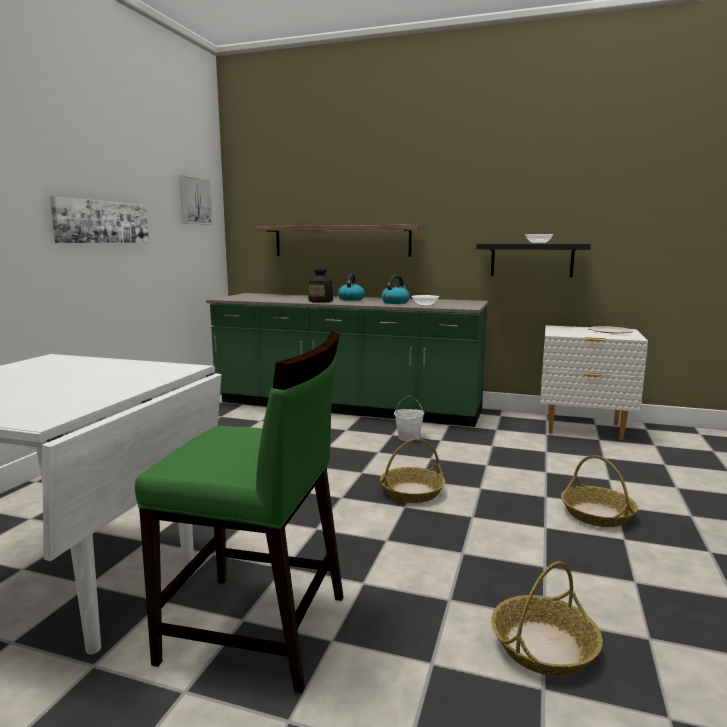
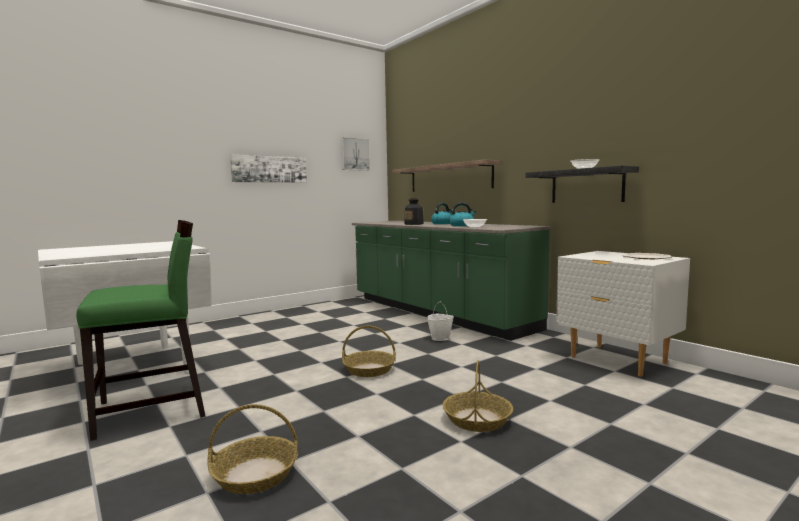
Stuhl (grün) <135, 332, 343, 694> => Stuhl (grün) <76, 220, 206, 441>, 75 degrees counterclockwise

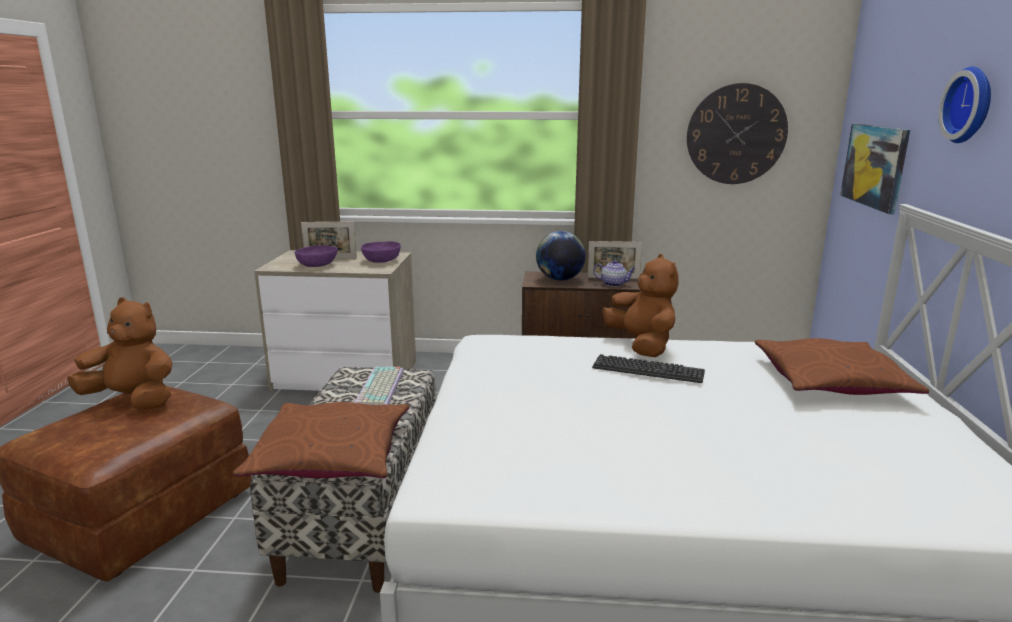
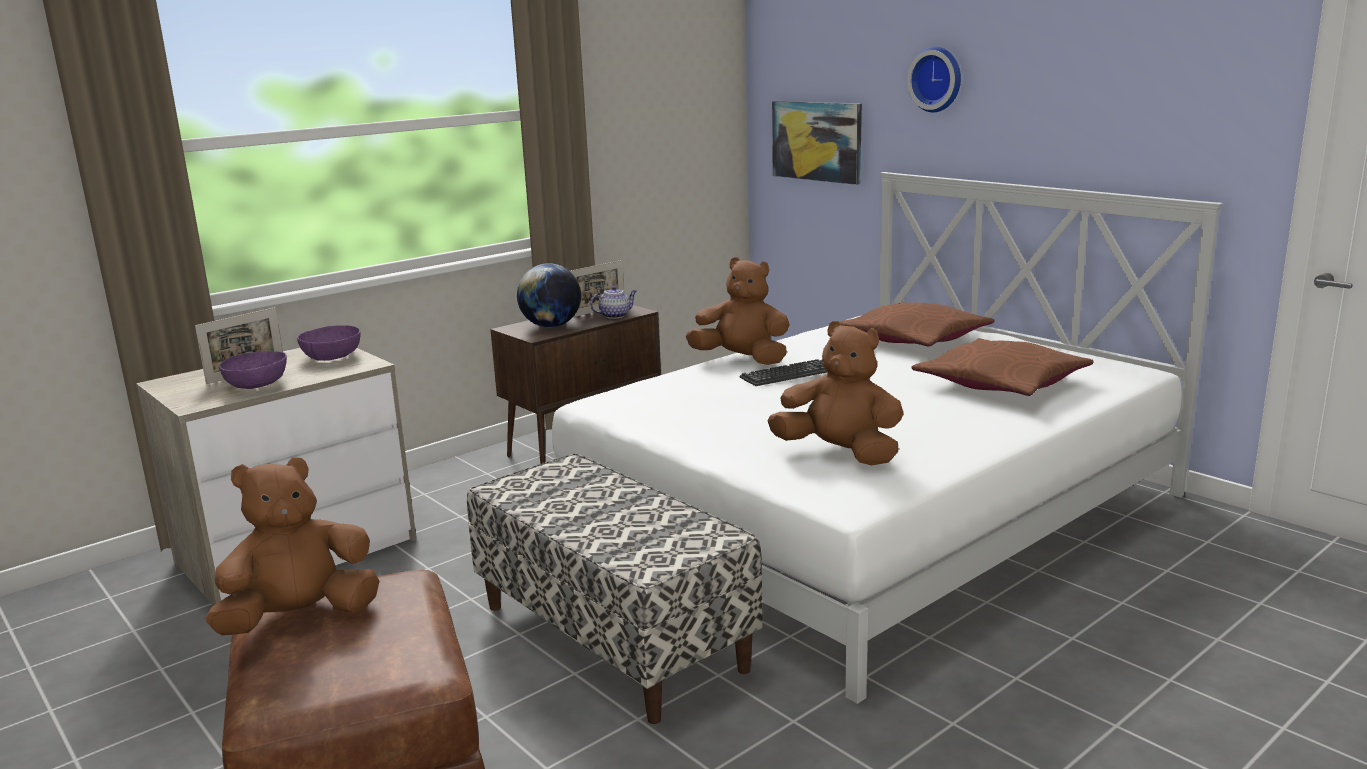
nothing => Plüschtier (braun) <767, 321, 904, 466>
Kissen (braun) <233, 402, 410, 478> => Kissen (braun) <911, 338, 1093, 396>, shifted
Tastatur <355, 366, 404, 405> => nothing
Wanduhr <687, 83, 788, 184> => nothing

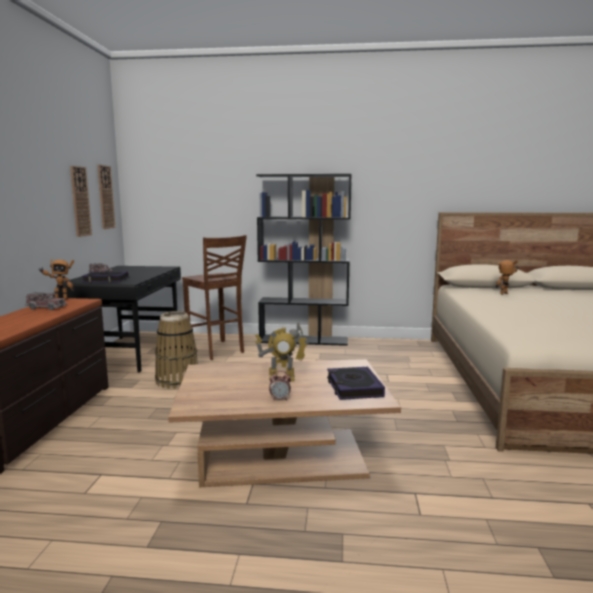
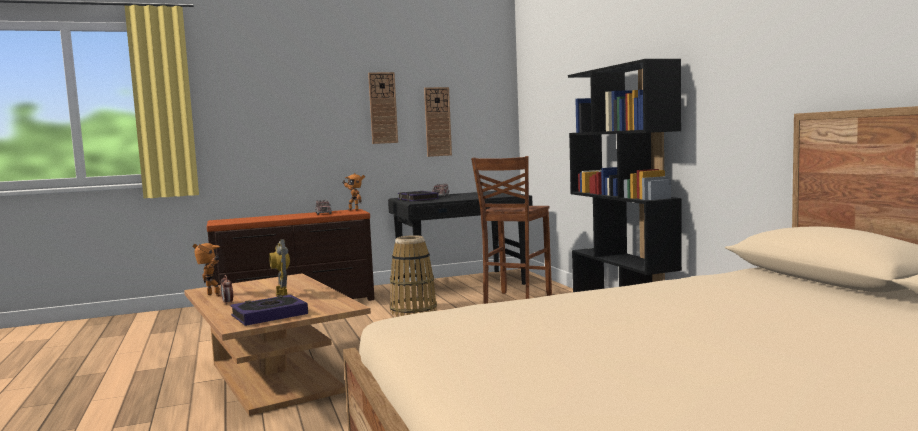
Spielzeugroboter <496, 260, 519, 295> => Spielzeugroboter <193, 243, 220, 297>, shifted
Wanduhr <97, 165, 116, 229> => Wanduhr <368, 72, 398, 144>, shifted

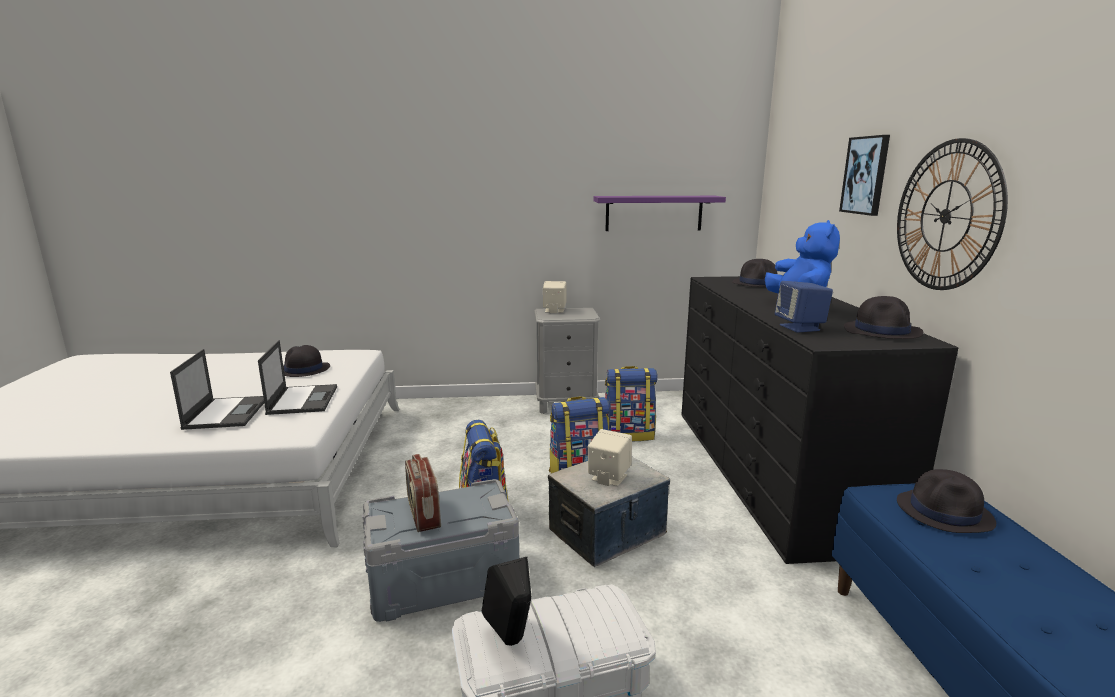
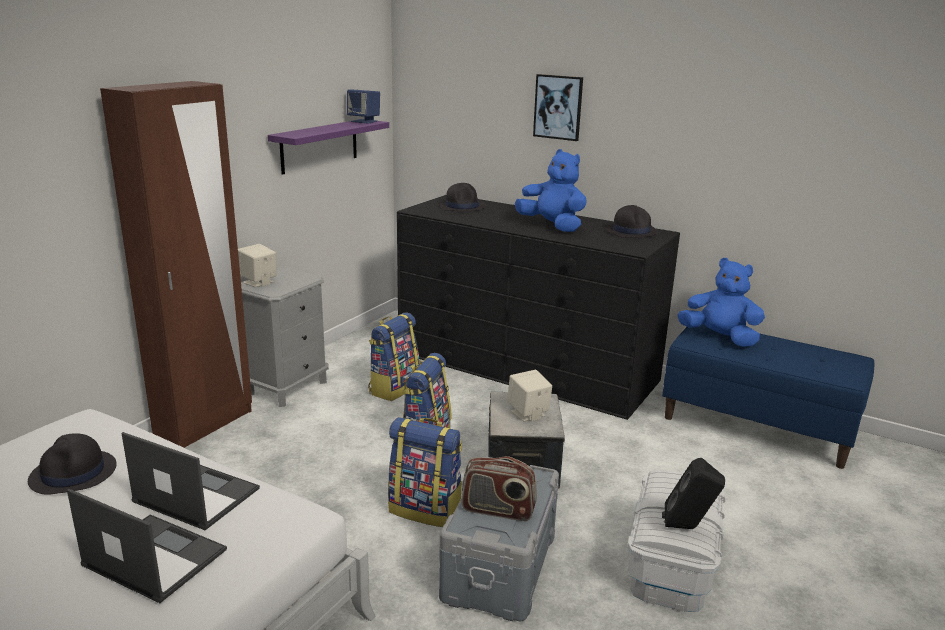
nothing => Kleiderschrank (braun) <100, 81, 252, 448>
Lautsprecher (blau) <775, 281, 833, 333> => Lautsprecher (blau) <347, 89, 380, 124>, shifted
Hut (schwarz) <897, 469, 996, 533> => Plüschtier (blau) <677, 258, 765, 347>
Wanduhr <897, 138, 1008, 290> => nothing

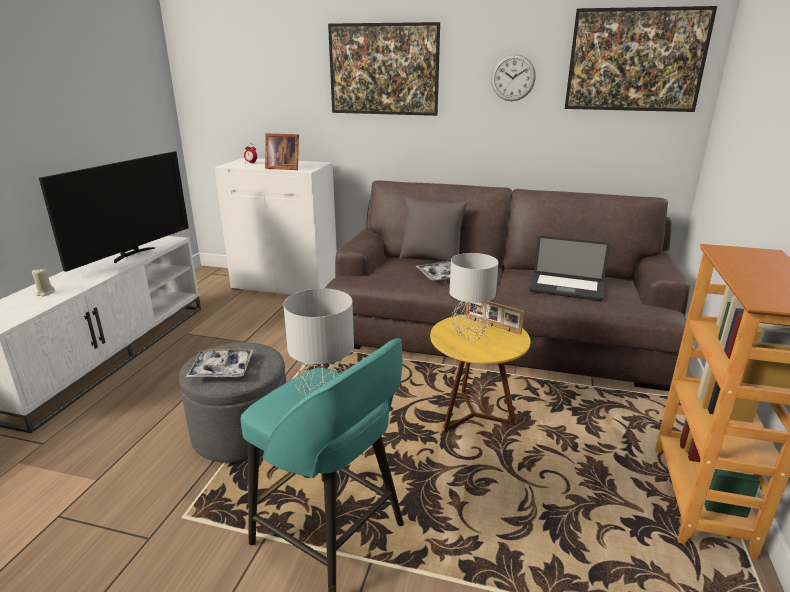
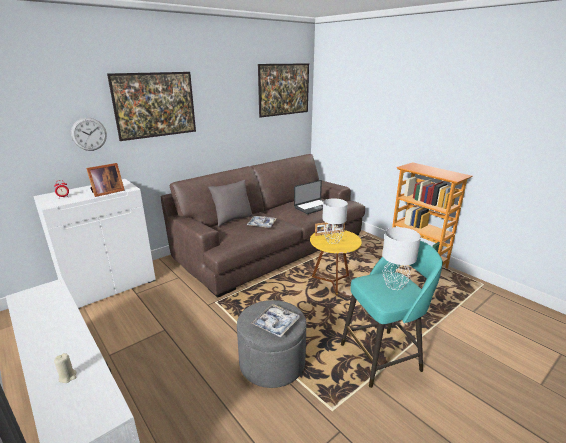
Wanduhr <491, 54, 536, 101> => Wanduhr <71, 118, 107, 151>, shifted
Fernseher <39, 151, 189, 272> => nothing

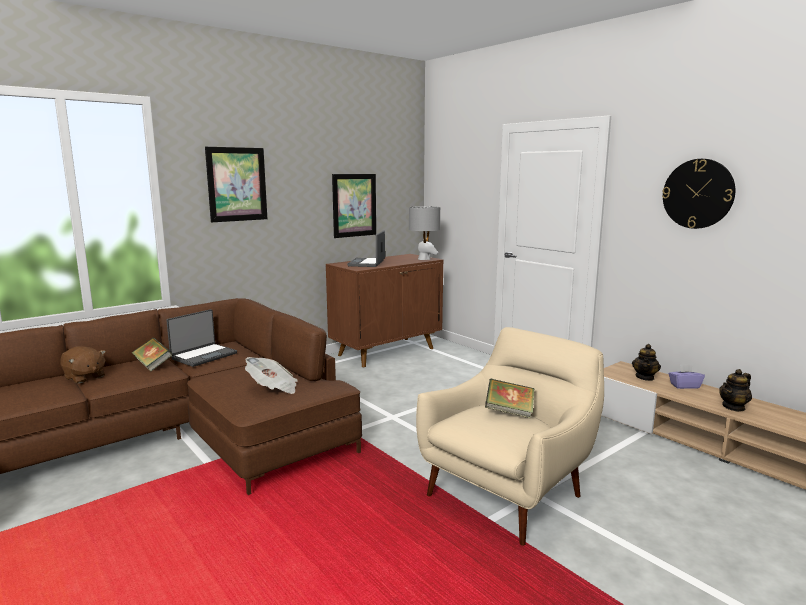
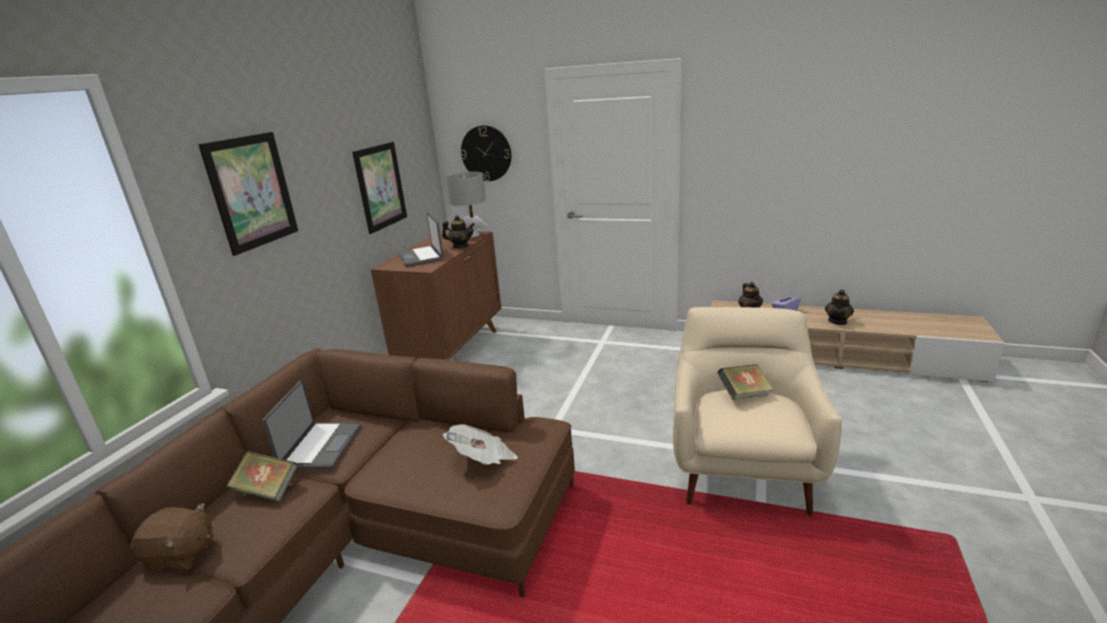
nothing => Teekanne <442, 215, 475, 248>
Wanduhr <662, 159, 735, 229> => Wanduhr <461, 125, 511, 181>, shifted

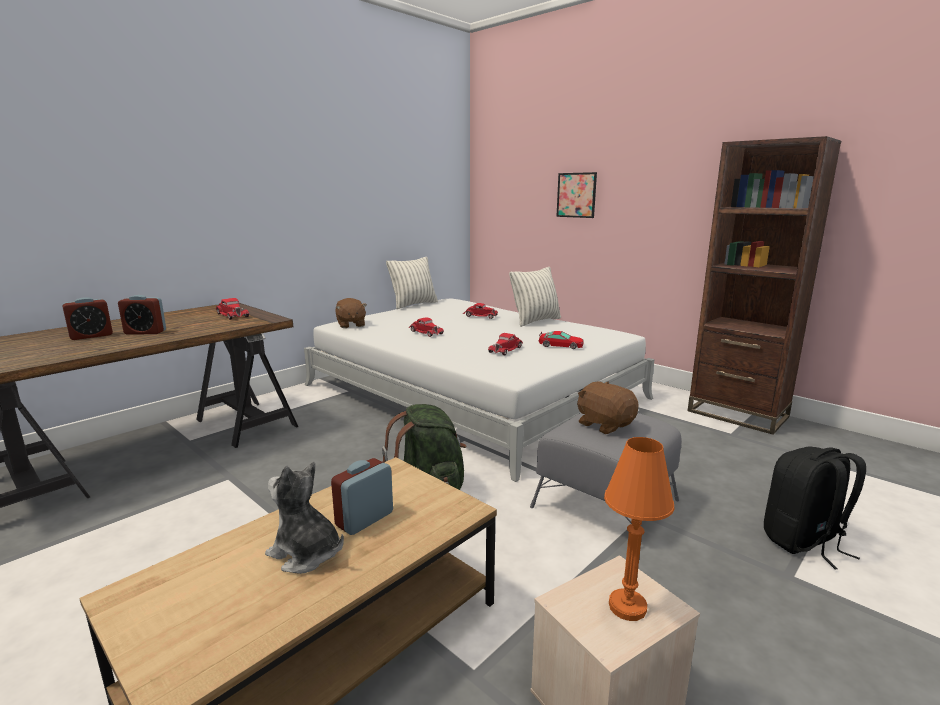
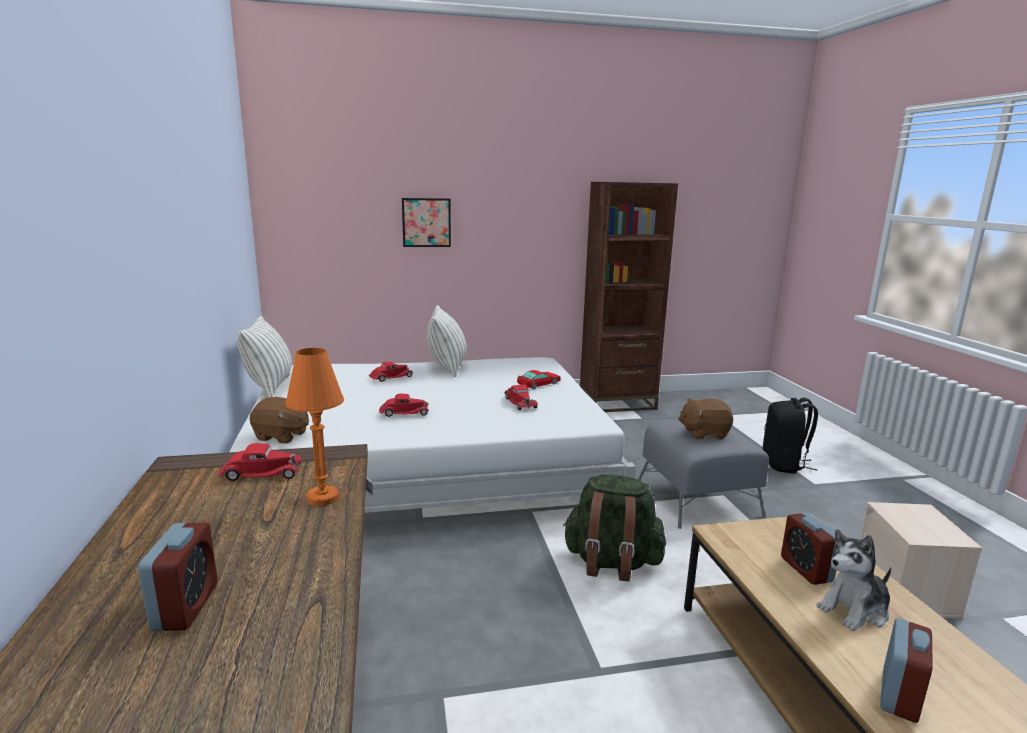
Tischlampe (orange) <604, 437, 674, 621> => Tischlampe (orange) <285, 348, 344, 506>, shifted
Wecker <118, 295, 166, 335> => Wecker <880, 618, 933, 723>, shifted

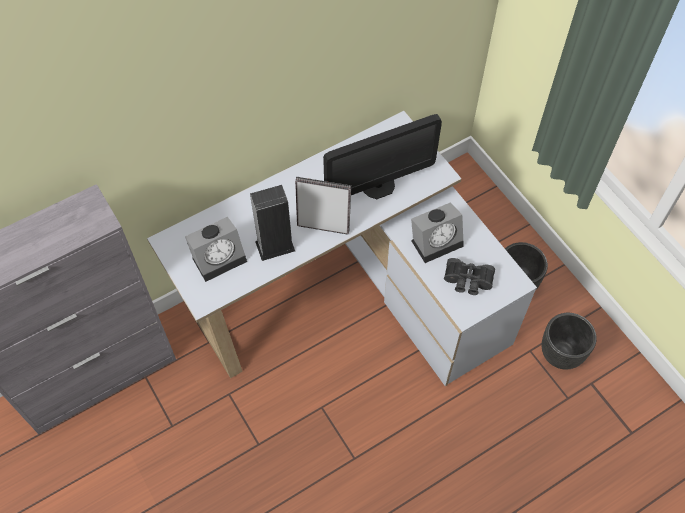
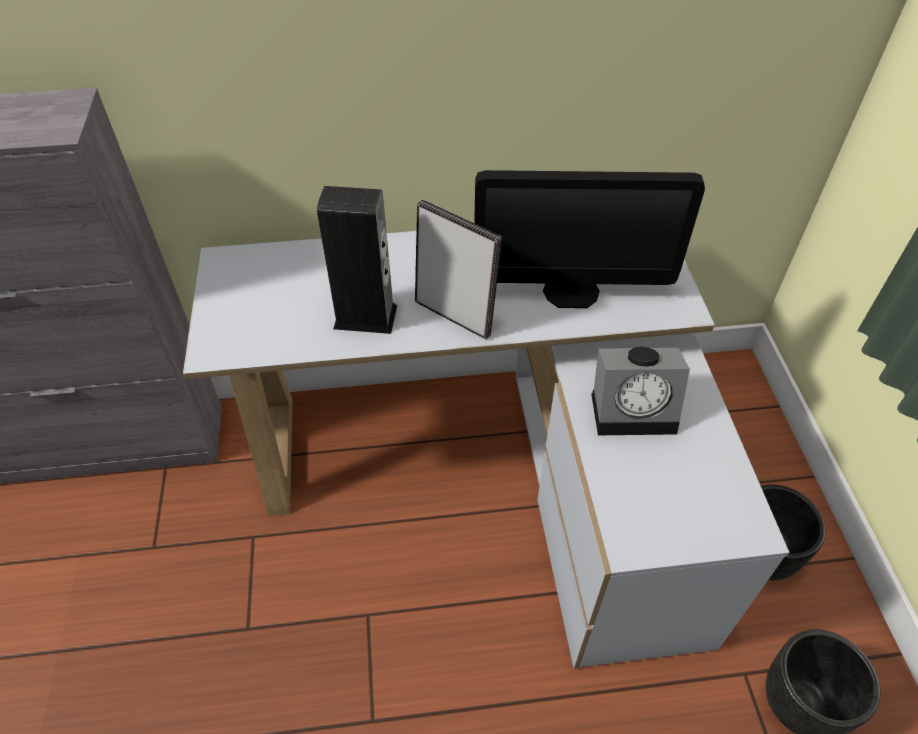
Wecker <185, 217, 247, 282> => nothing
Fernglas (schwarz) <444, 258, 495, 295> => nothing

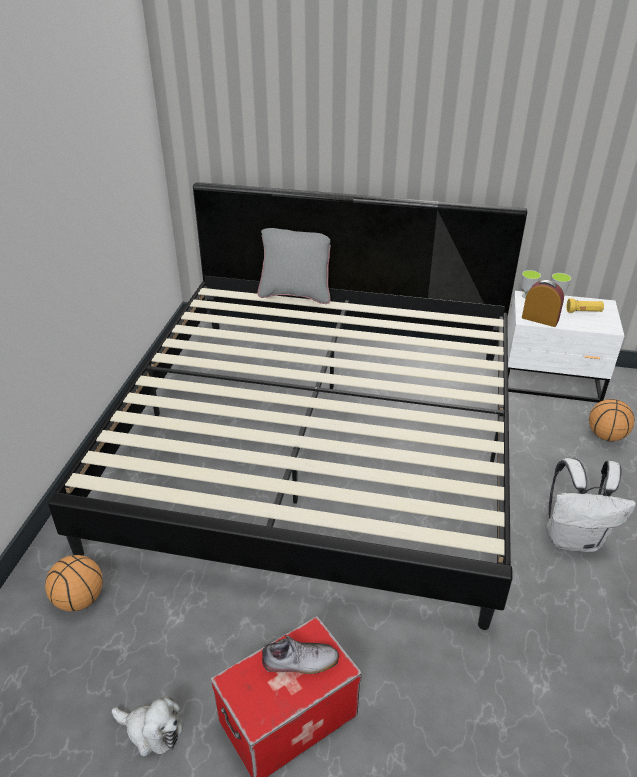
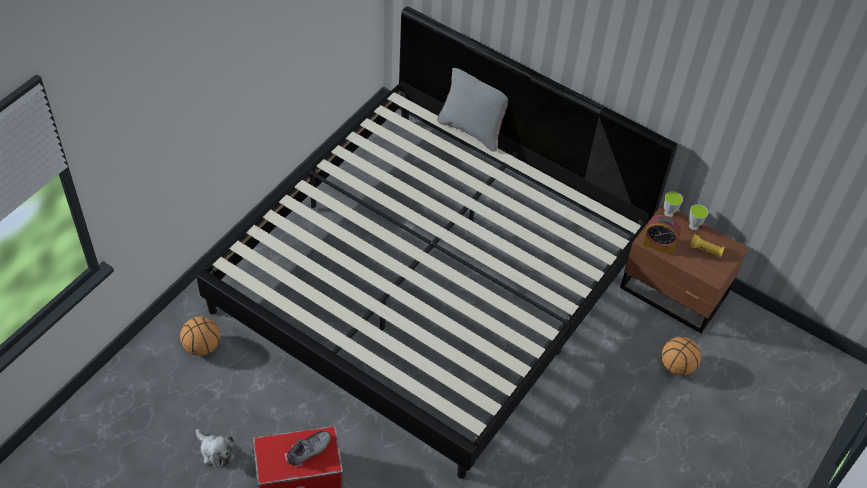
Schuh <262, 635, 339, 674> => Schuh <286, 431, 331, 466>, 60 degrees counterclockwise
Nachttisch (weiß) <508, 291, 624, 403> => Nachttisch (braun) <620, 203, 748, 334>
Wecker <522, 280, 564, 327> => Wecker <642, 215, 681, 255>, 150 degrees clockwise
Rucksack (weiß) <547, 458, 636, 552> => nothing

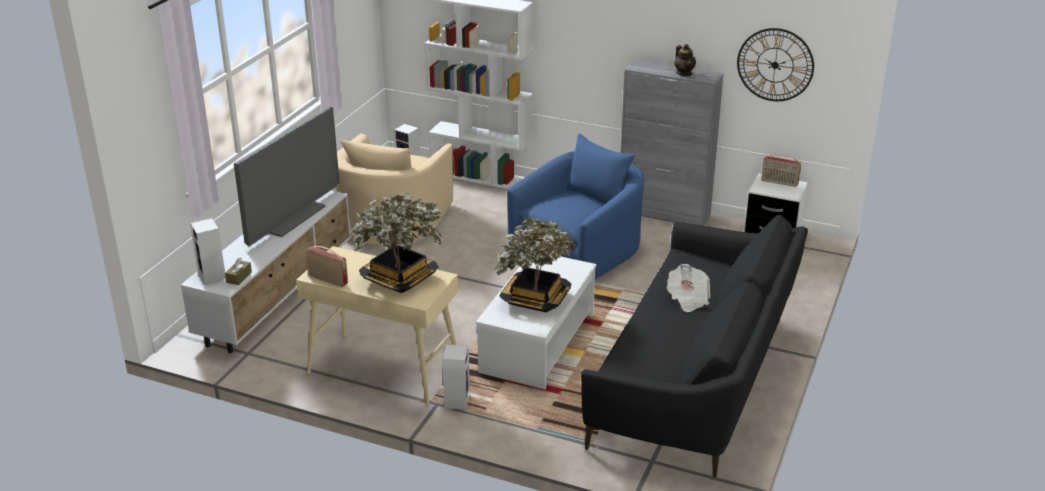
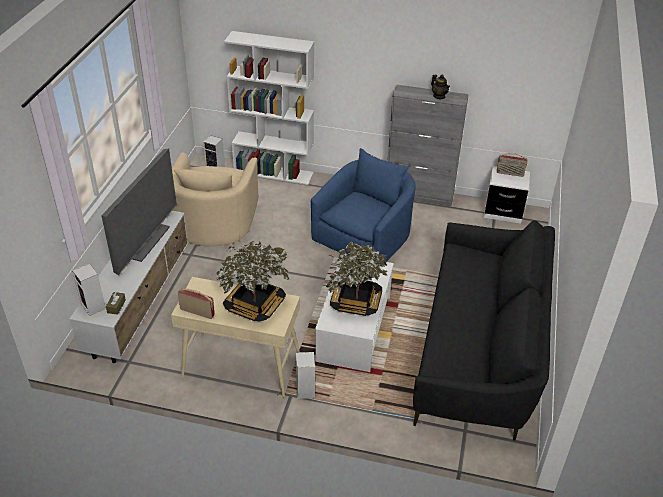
Zeitung <667, 264, 710, 312> => nothing
Wanduhr <737, 28, 814, 101> => nothing

